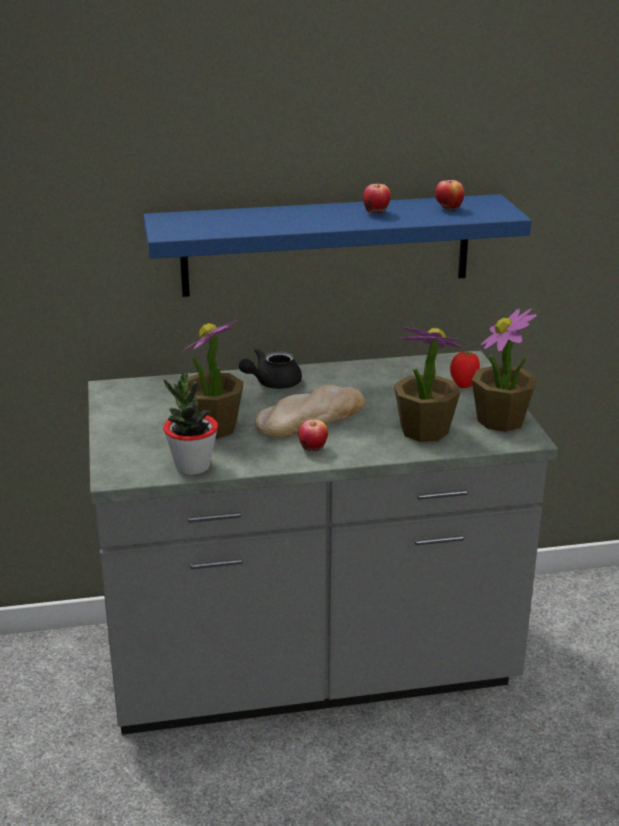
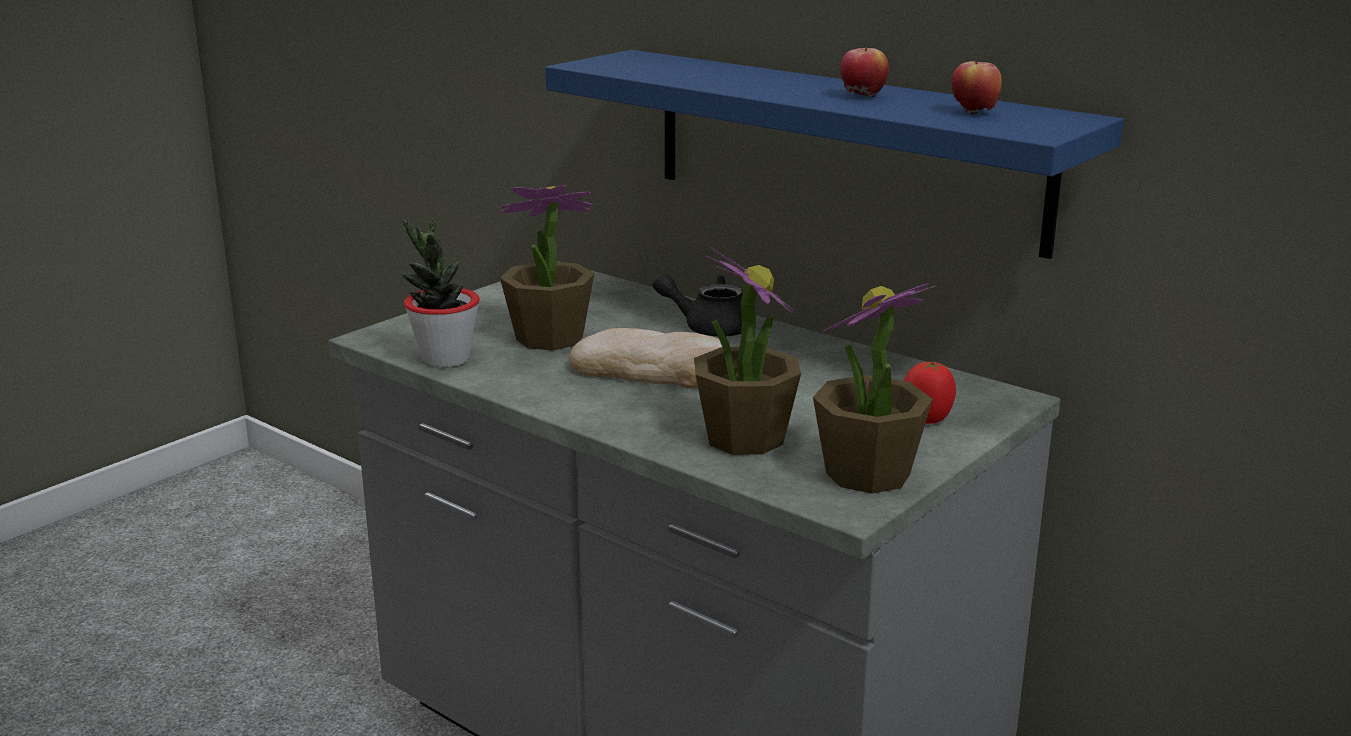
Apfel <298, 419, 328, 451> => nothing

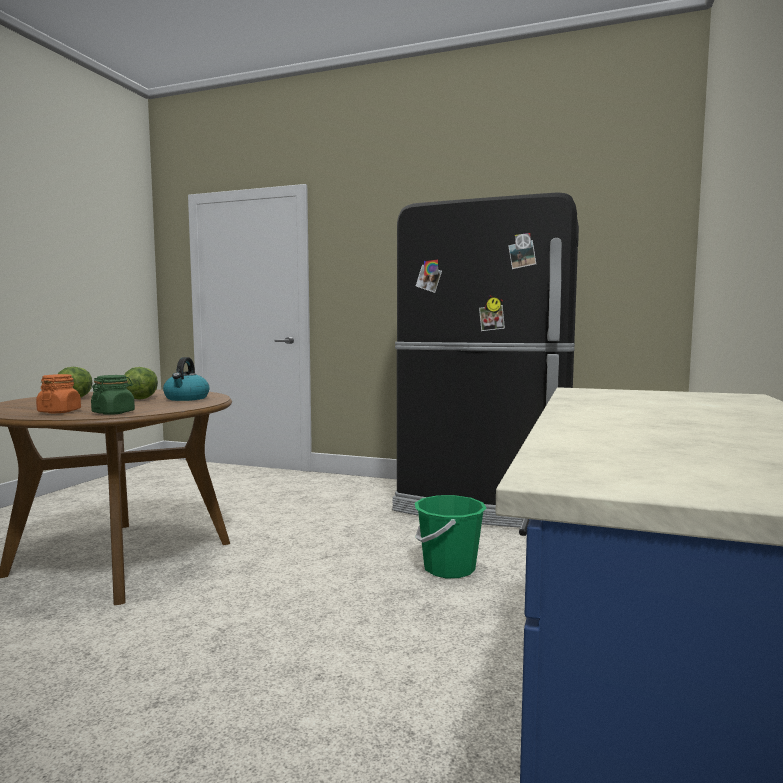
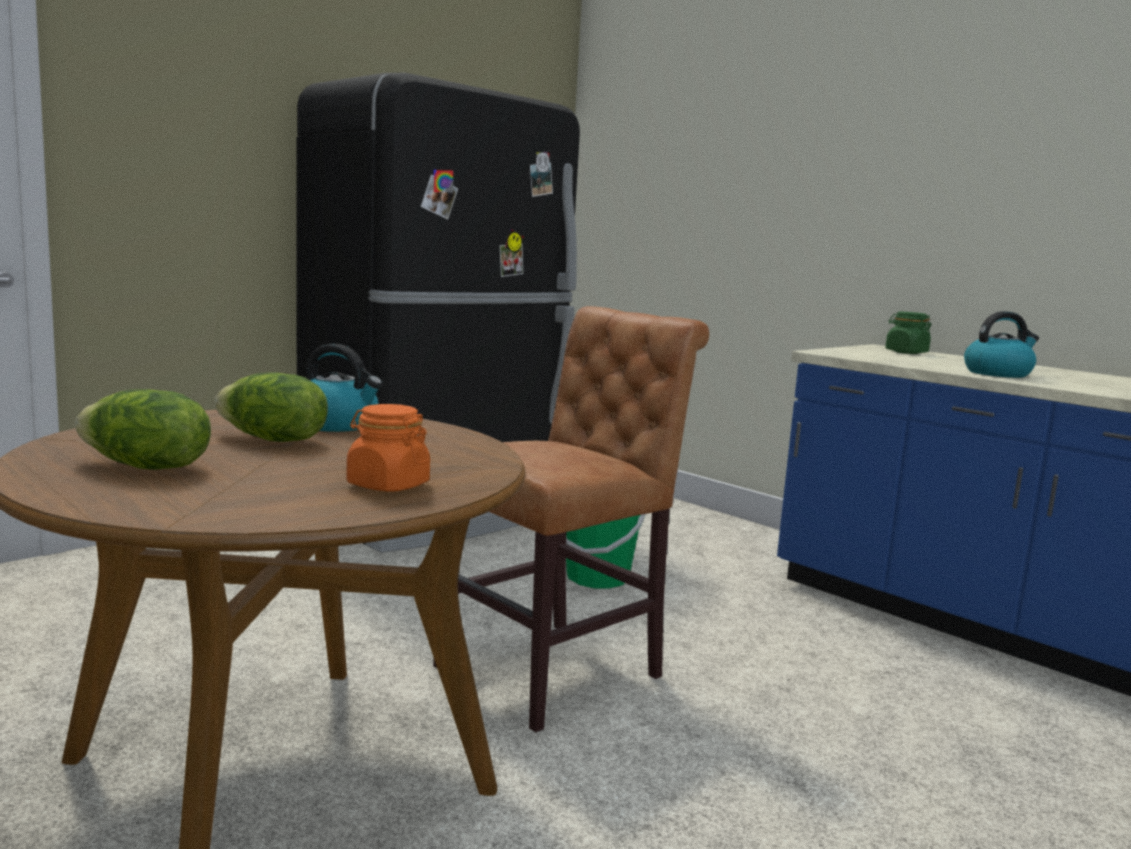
nothing => Stuhl (braun) <433, 306, 709, 732>
Vorratsglas (grün) <91, 375, 135, 415> => Vorratsglas (grün) <885, 312, 931, 354>, shifted
nothing => Wasserkessel <964, 311, 1039, 378>

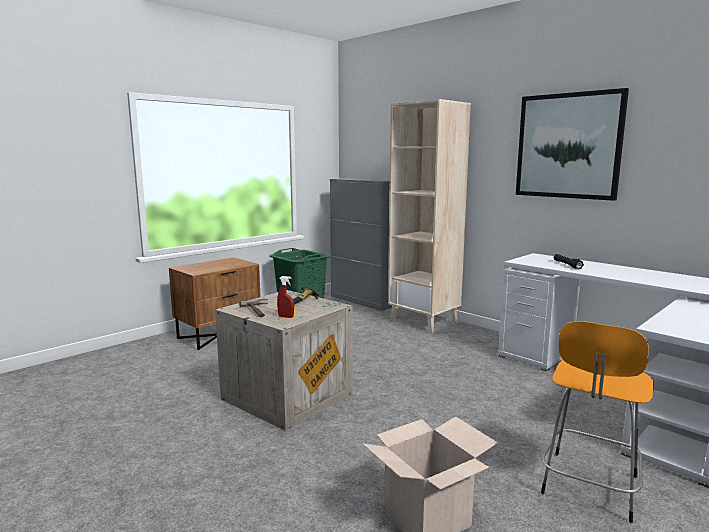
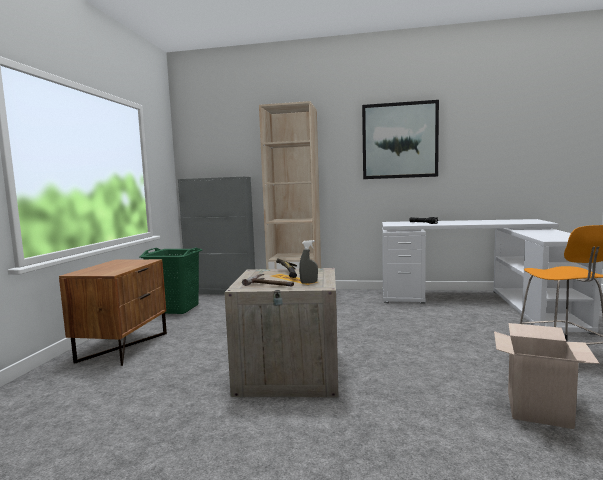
Sprühflasche (rot) <277, 276, 294, 318> => Sprühflasche (grau) <299, 240, 318, 284>

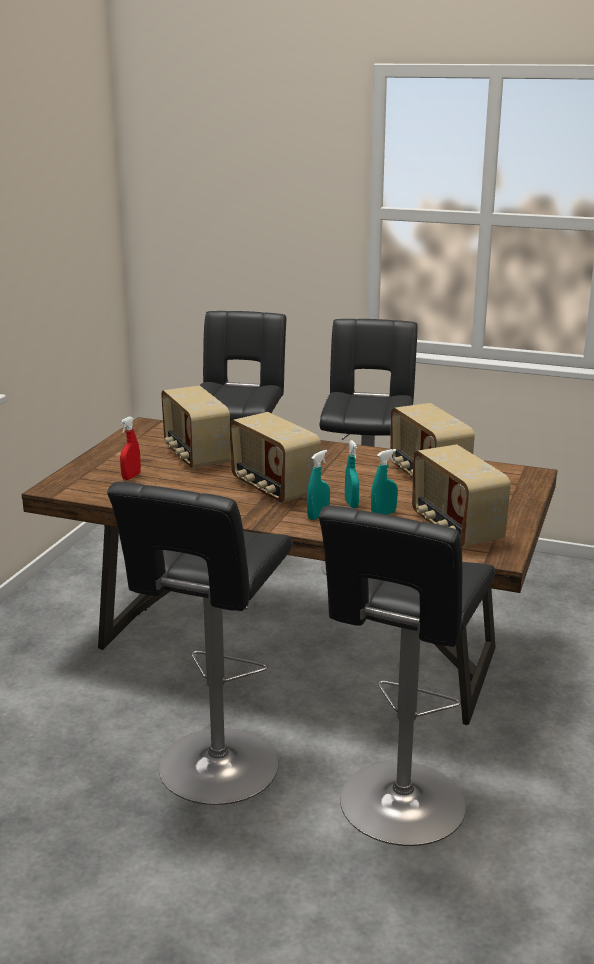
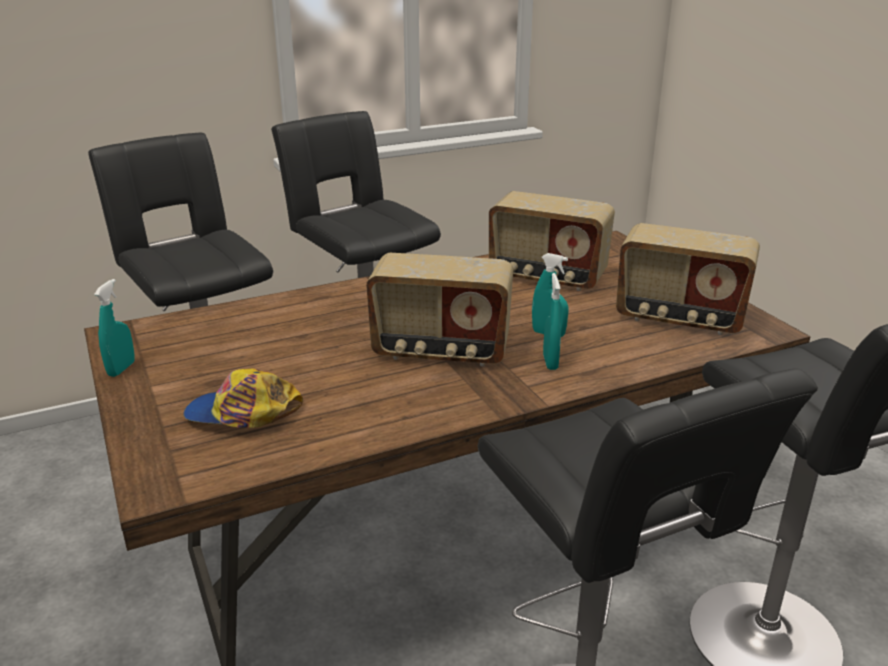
Sprühflasche (türkis) <371, 449, 398, 515> => Sprühflasche (türkis) <94, 279, 135, 377>, shifted
Sprühflasche (rot) <120, 416, 141, 480> => Kappe <184, 368, 303, 428>
Radio <161, 385, 231, 469> => nothing

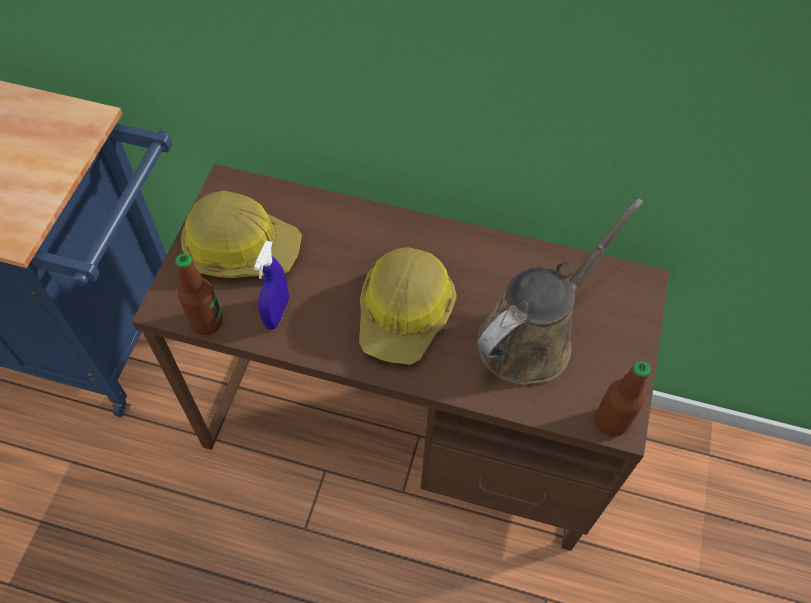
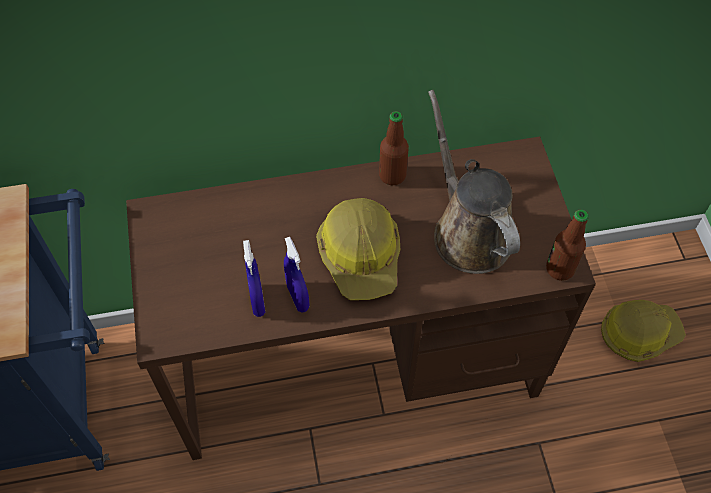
nothing => Sprühflasche (blau) <284, 237, 310, 313>
Flasche <175, 253, 223, 335> => Flasche <379, 111, 409, 185>, shifted
Gießkanne (braun) <477, 198, 644, 385> => Gießkanne (braun) <428, 90, 520, 274>, 45 degrees counterclockwise
Schutzhelm <181, 191, 302, 278> => Schutzhelm <601, 300, 686, 362>, shifted

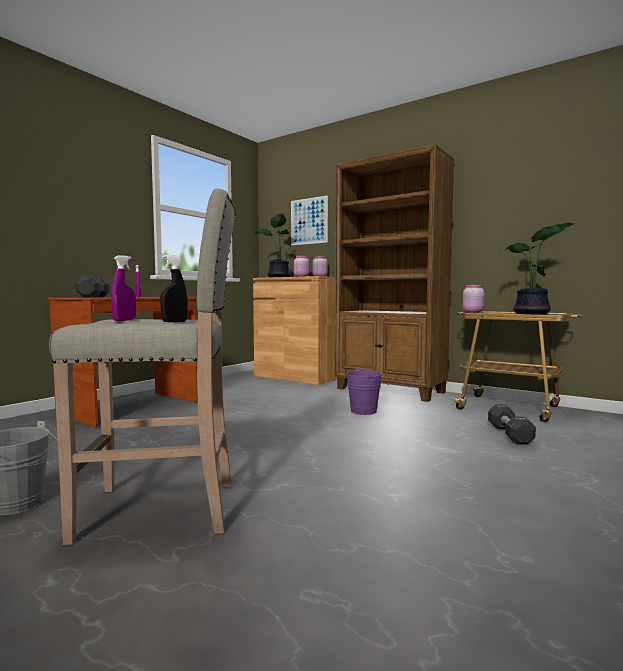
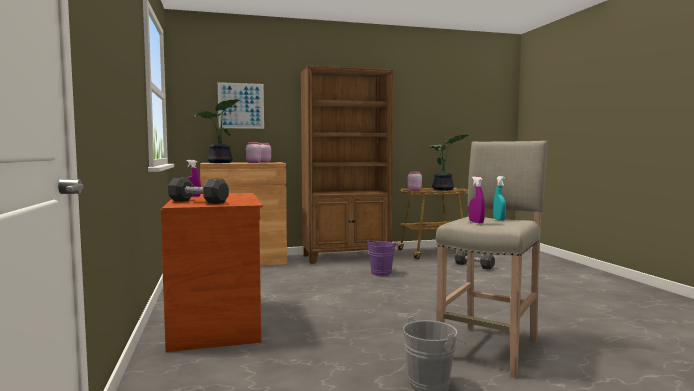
Sprühflasche (schwarz) <160, 255, 188, 322> => Sprühflasche (türkis) <493, 176, 506, 220>

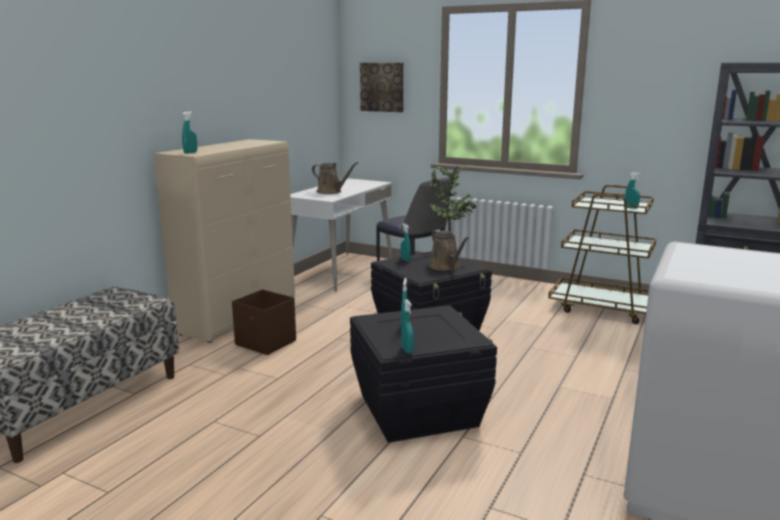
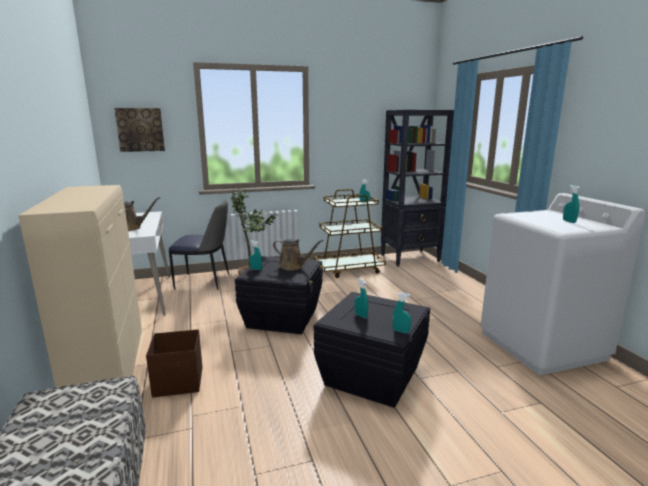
Sprühflasche (türkis) <182, 111, 197, 154> => Sprühflasche (türkis) <563, 185, 580, 223>, shifted

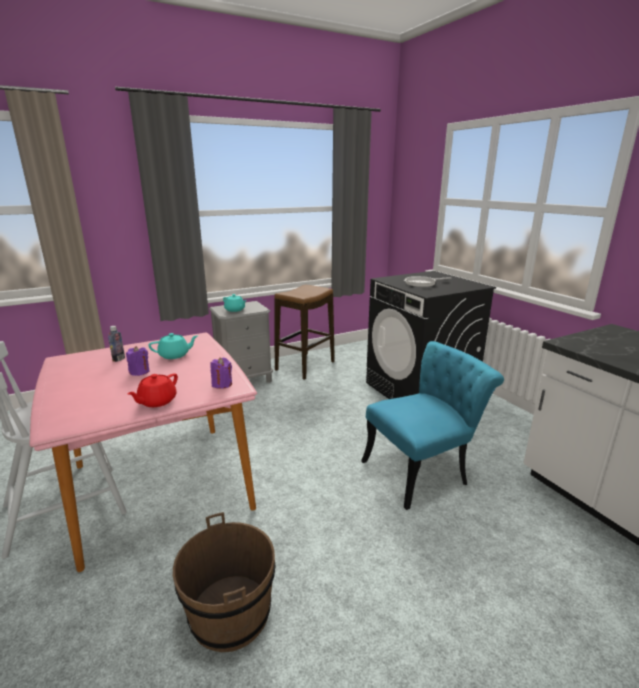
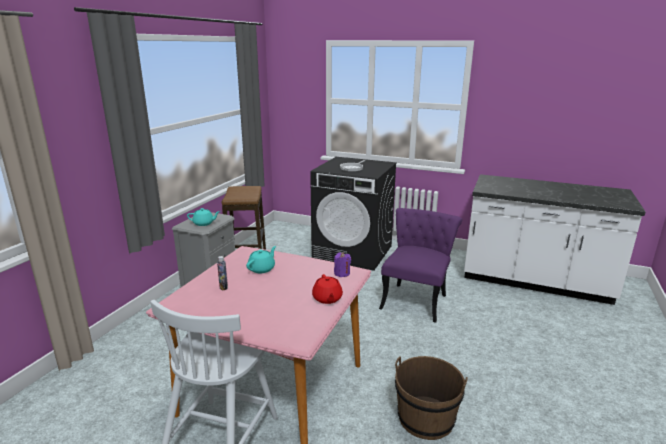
Stuhl (türkis) <361, 341, 504, 510> => Stuhl (lila) <379, 208, 463, 322>
Kerze (lila) <126, 346, 149, 376> => nothing

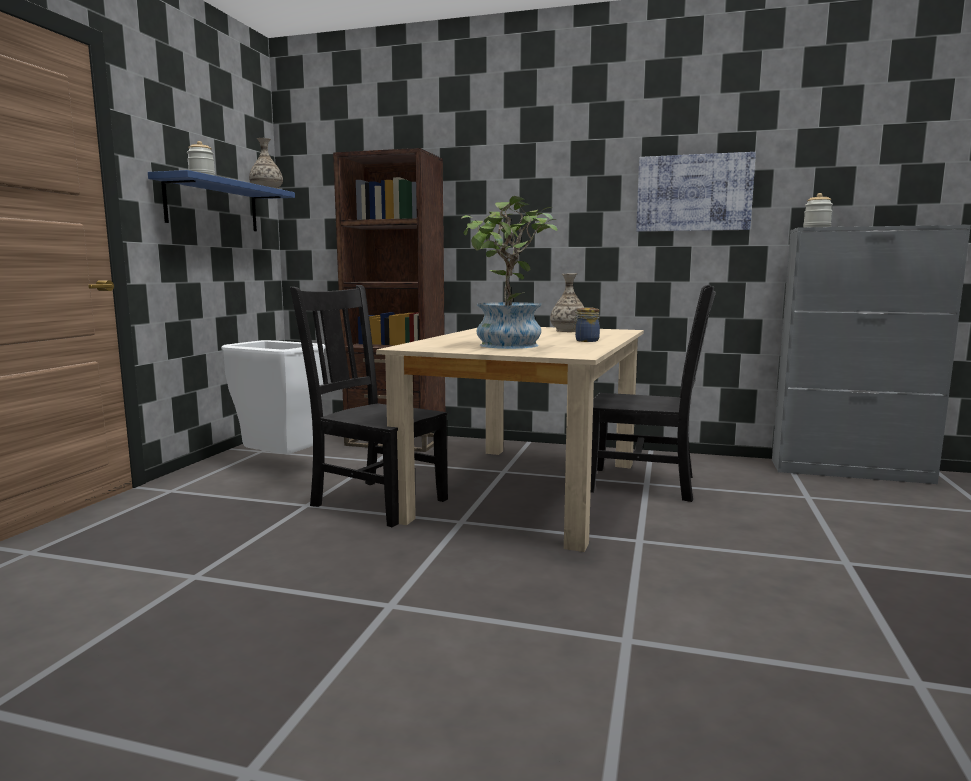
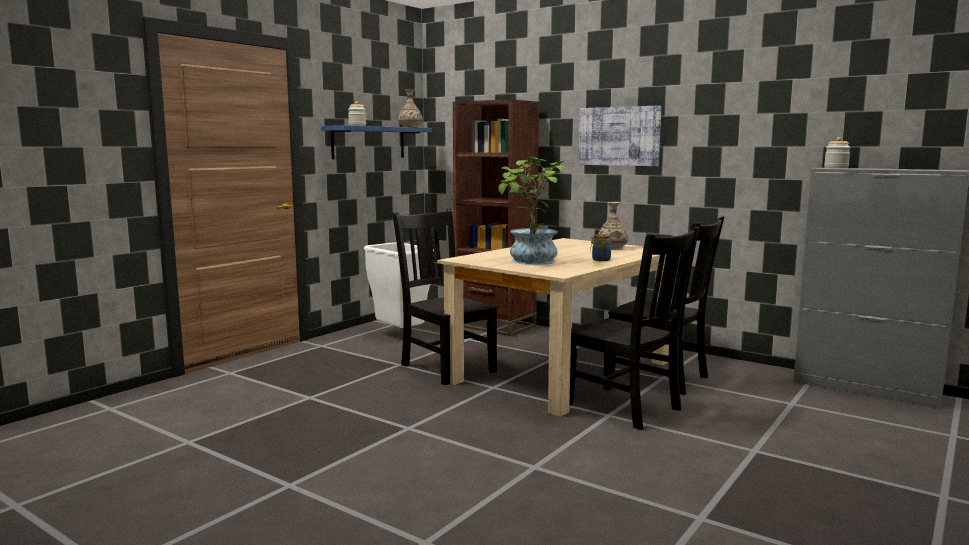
nothing => Stuhl (schwarz) <569, 227, 699, 430>
Bild <636, 152, 756, 232> => Bild <579, 105, 661, 166>, shifted

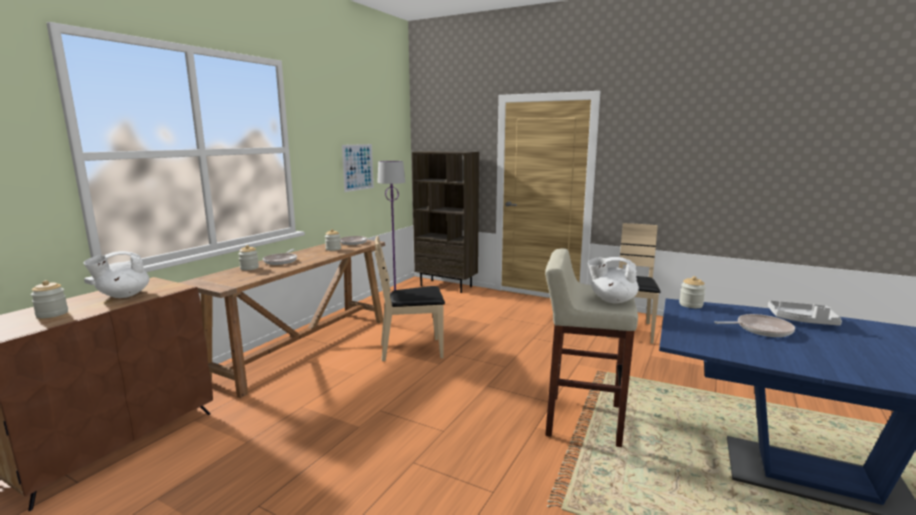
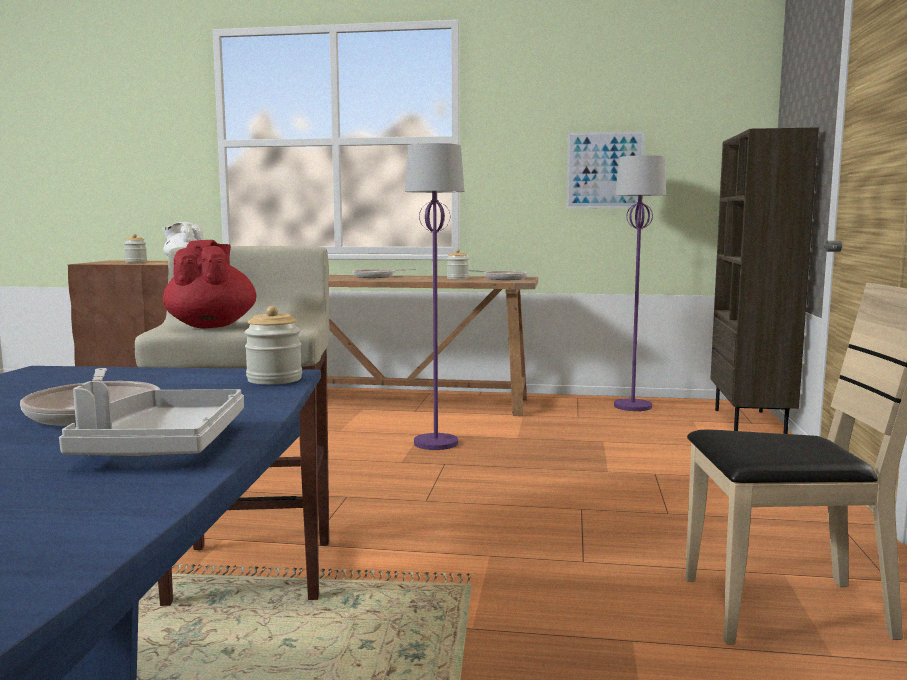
Teekanne (weiß) <588, 257, 639, 303> => Teekanne (rot) <163, 240, 256, 328>
Stuhl (beige) <375, 236, 445, 361> => Stehlampe (lila) <405, 143, 465, 450>
Vorratsglas <238, 245, 259, 270> => nothing

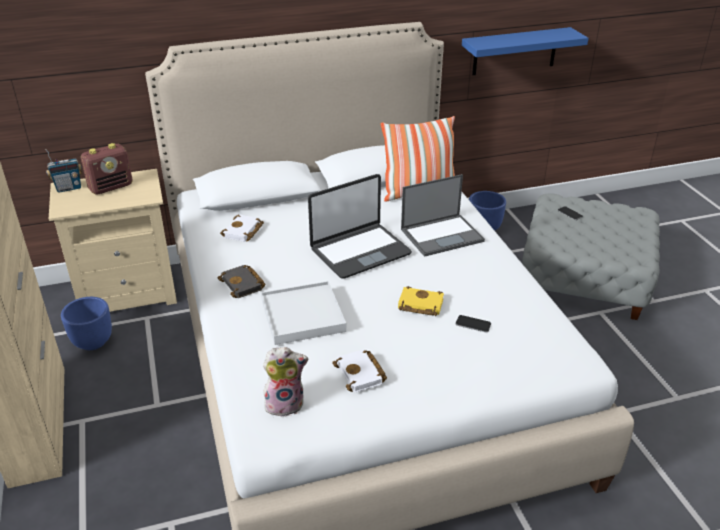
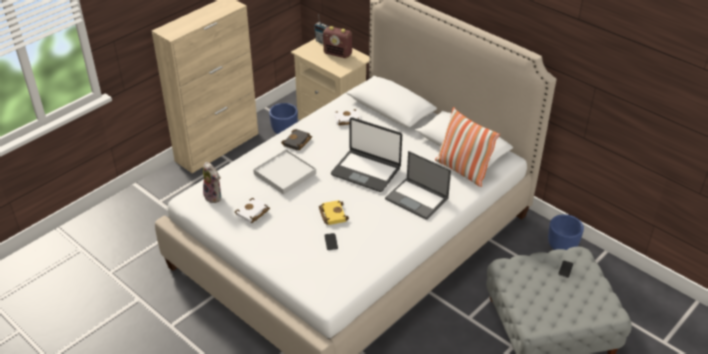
Wandregal (blau) <462, 27, 589, 75> => nothing

